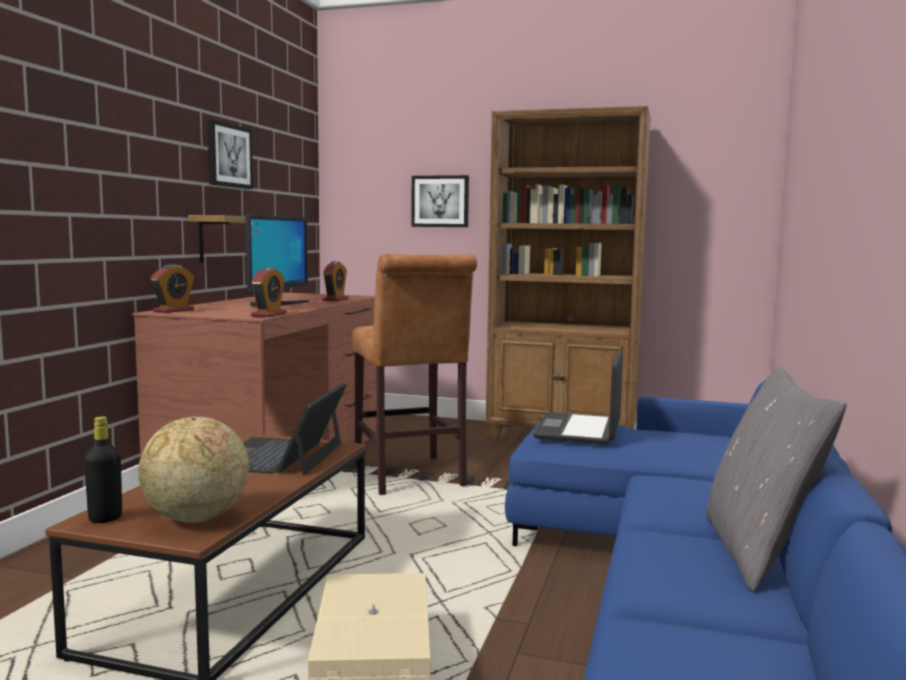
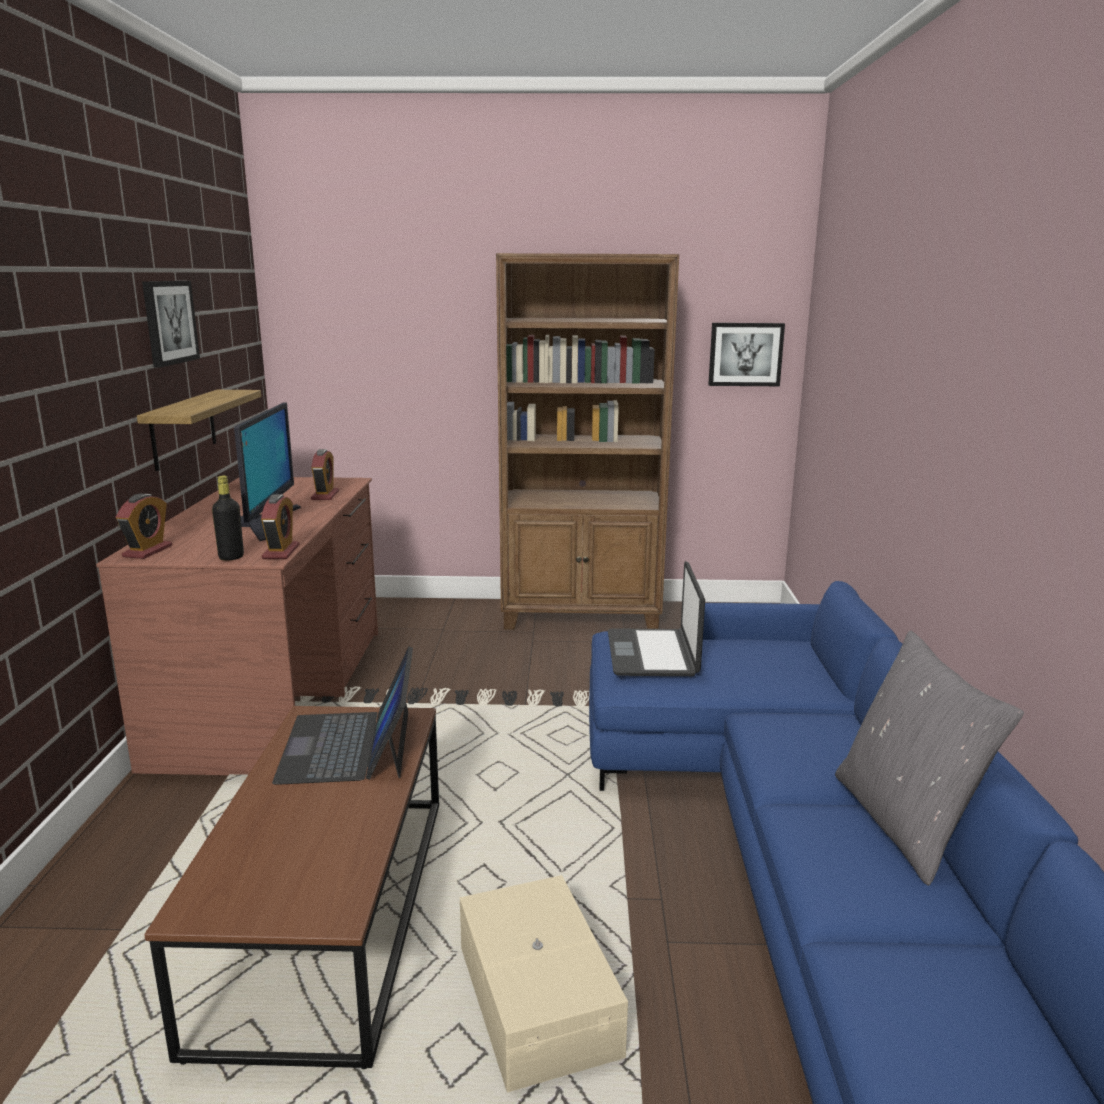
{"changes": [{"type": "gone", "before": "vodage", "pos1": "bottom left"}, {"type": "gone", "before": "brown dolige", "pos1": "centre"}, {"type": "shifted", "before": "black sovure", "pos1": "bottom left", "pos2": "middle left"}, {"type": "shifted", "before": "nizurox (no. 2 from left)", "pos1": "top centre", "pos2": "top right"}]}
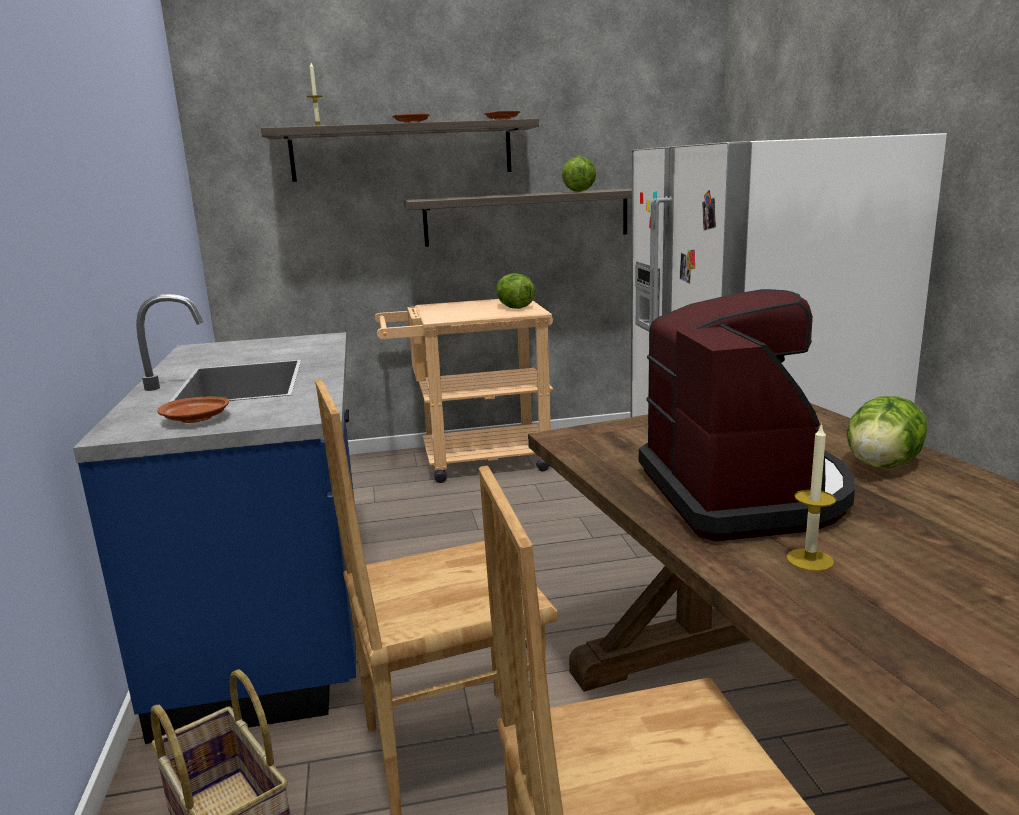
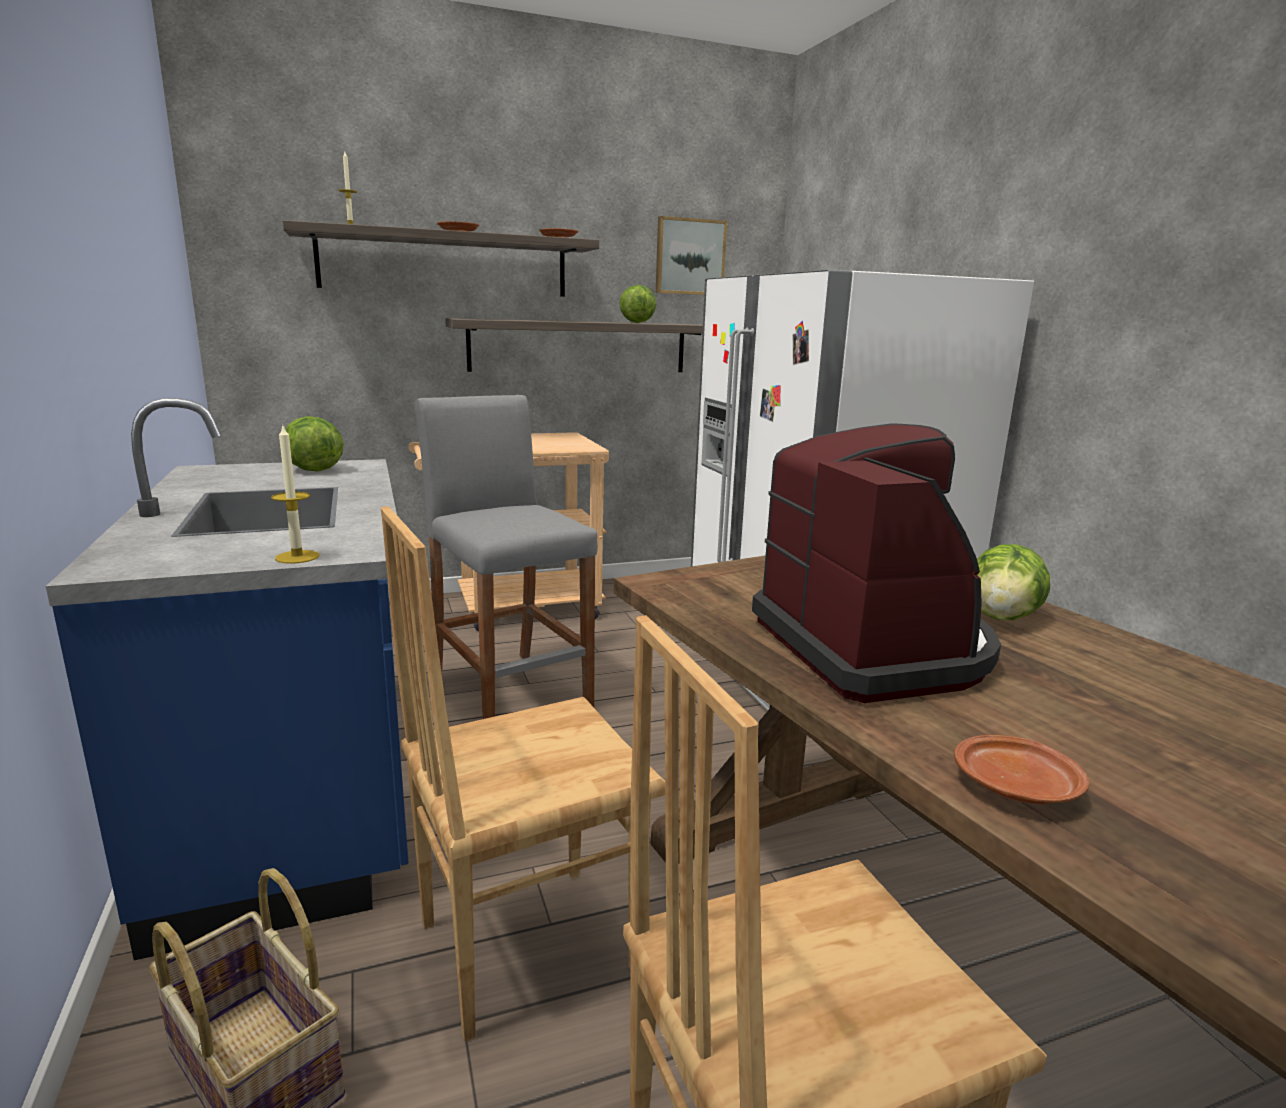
{"changes": [{"type": "new", "after": "grey dolige", "pos2": "centre"}, {"type": "new", "after": "nizurox", "pos2": "top centre"}, {"type": "shifted", "before": "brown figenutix (no. 1 from left in the first image)", "after": "brown figenutix (no. 3 from left)", "pos1": "middle left", "pos2": "bottom right"}, {"type": "shifted", "before": "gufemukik (no. 1 from left)", "pos1": "centre", "pos2": "middle left"}, {"type": "shifted", "before": "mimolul (no. 2 from left in the first image)", "after": "mimolul (no. 1 from left)", "pos1": "middle right", "pos2": "middle left"}]}
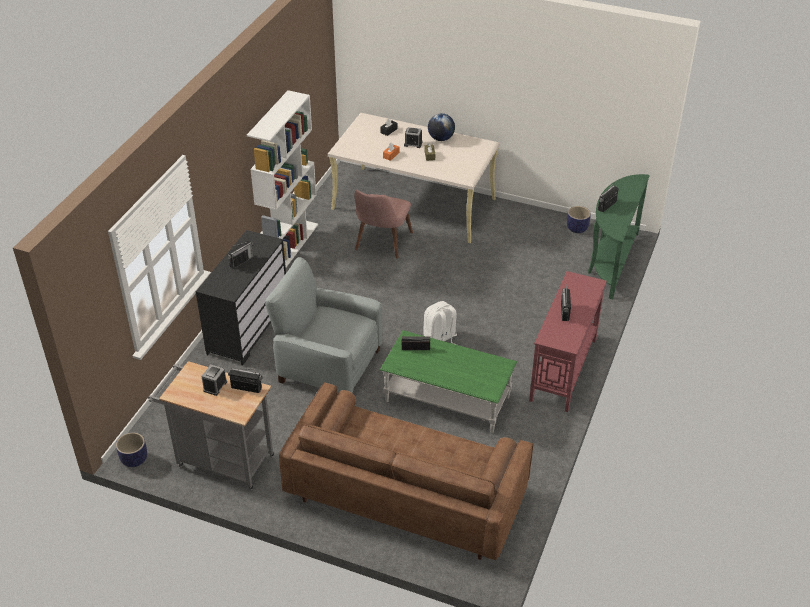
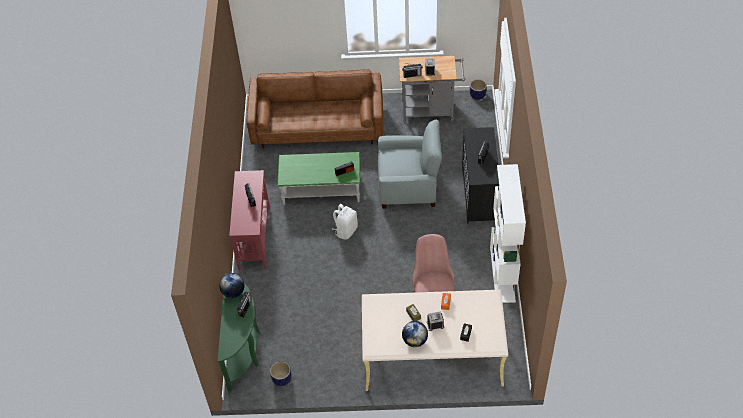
{"changes": [{"type": "new", "after": "vodage (no. 1 from left)", "pos2": "bottom left"}]}
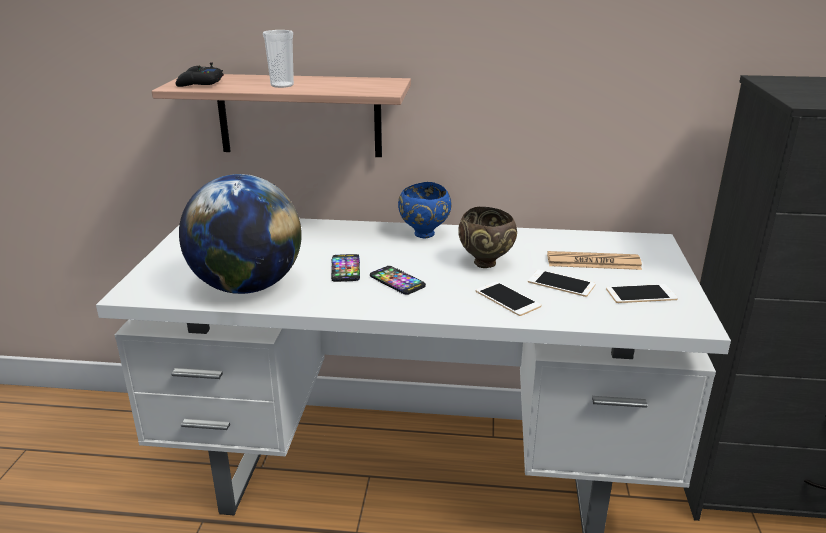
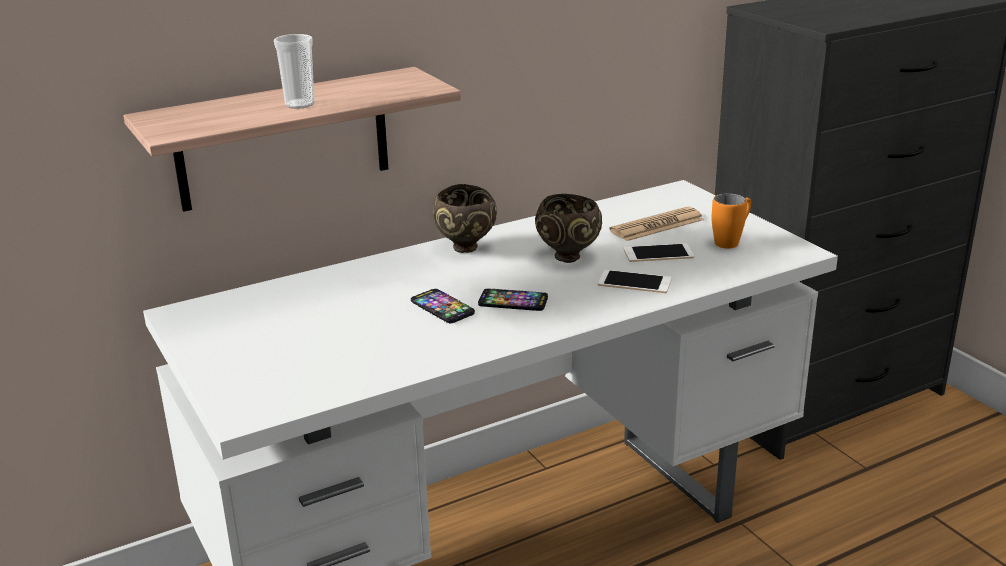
{"changes": [{"type": "gone", "before": "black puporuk", "pos1": "top left"}, {"type": "gone", "before": "vodage", "pos1": "middle left"}, {"type": "swapped", "before": "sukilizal (no. 5 from left)", "after": "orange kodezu", "pos1": "middle right", "pos2": "middle right"}, {"type": "repainted", "before": "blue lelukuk", "after": "brown lelukuk (no. 1 from left)", "pos1": "centre", "pos2": "centre"}]}
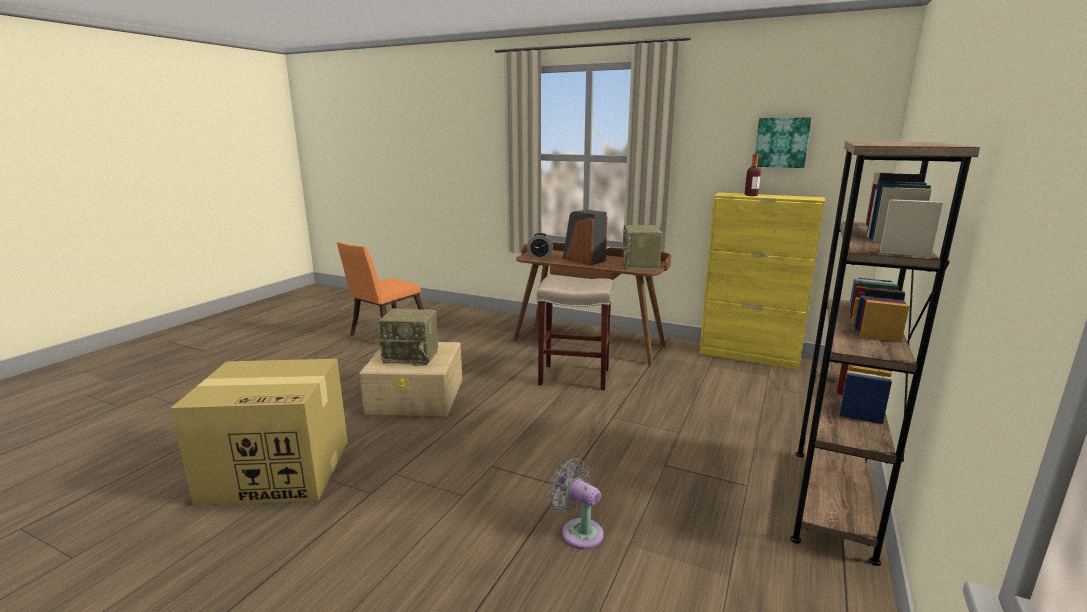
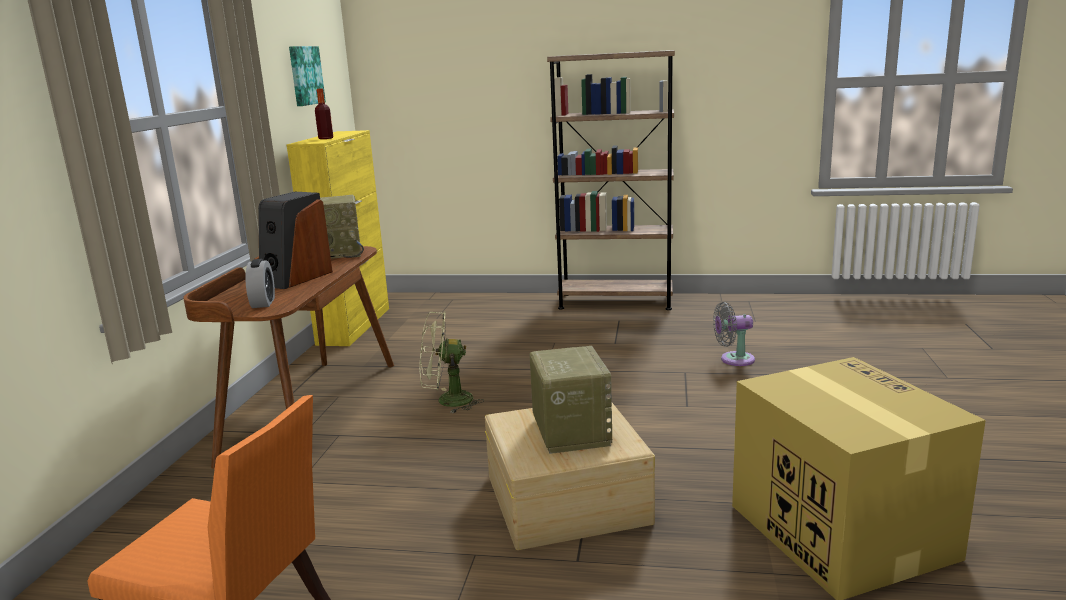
{"changes": [{"type": "swapped", "before": "beige dolige", "after": "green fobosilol", "pos1": "centre", "pos2": "centre"}, {"type": "rotated", "before": "grey fobosilol", "pos1": "bottom centre", "pos2": "middle right", "turn": 60}]}
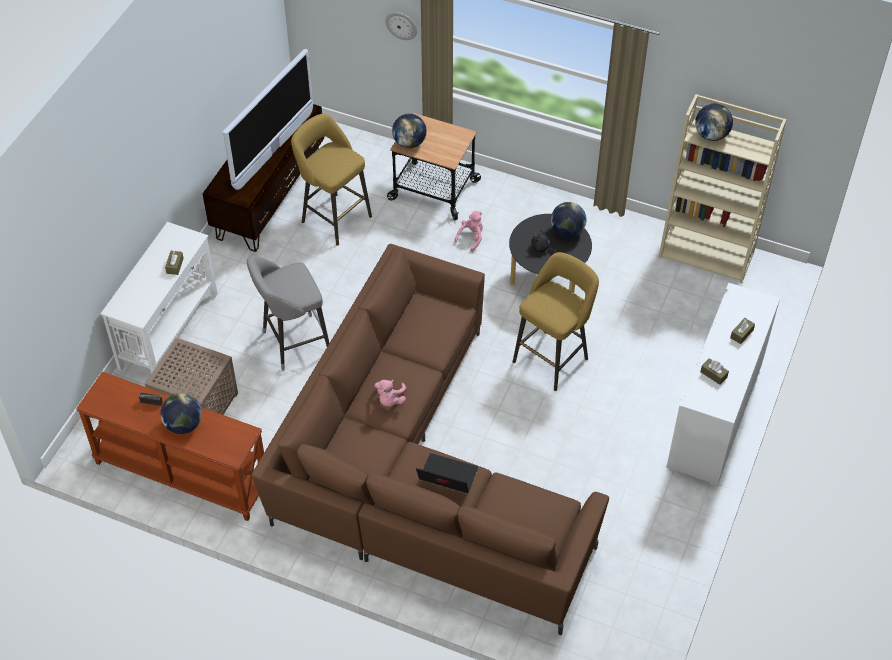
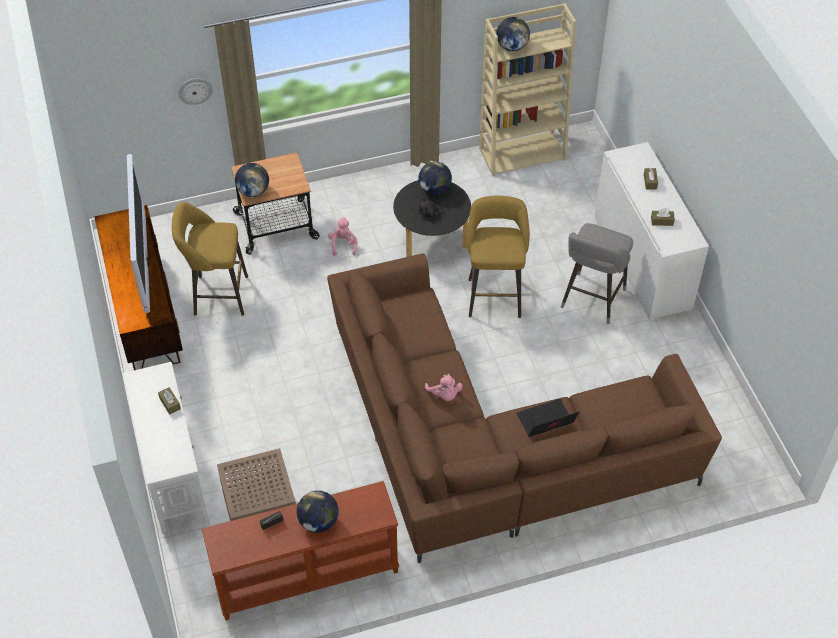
{"changes": [{"type": "shifted", "before": "grey dolige", "pos1": "middle left", "pos2": "middle right"}]}
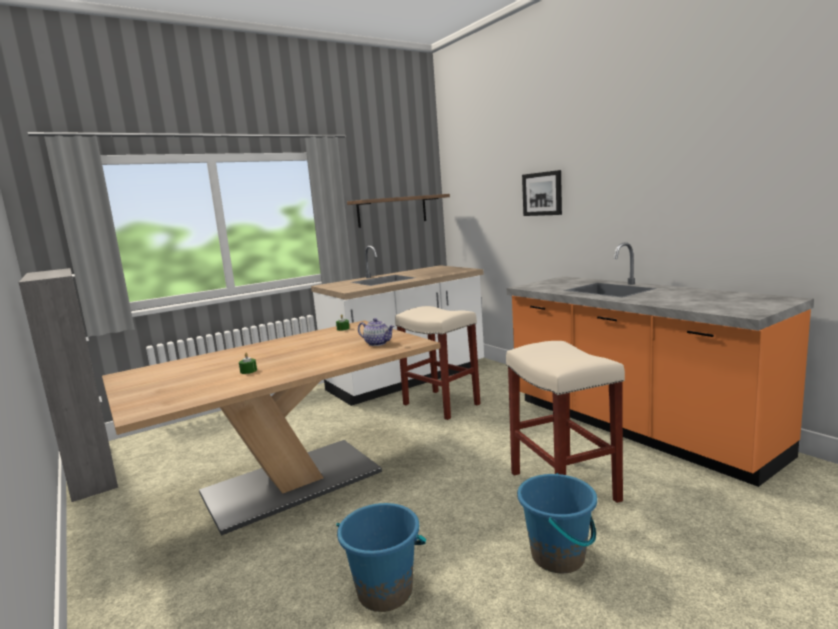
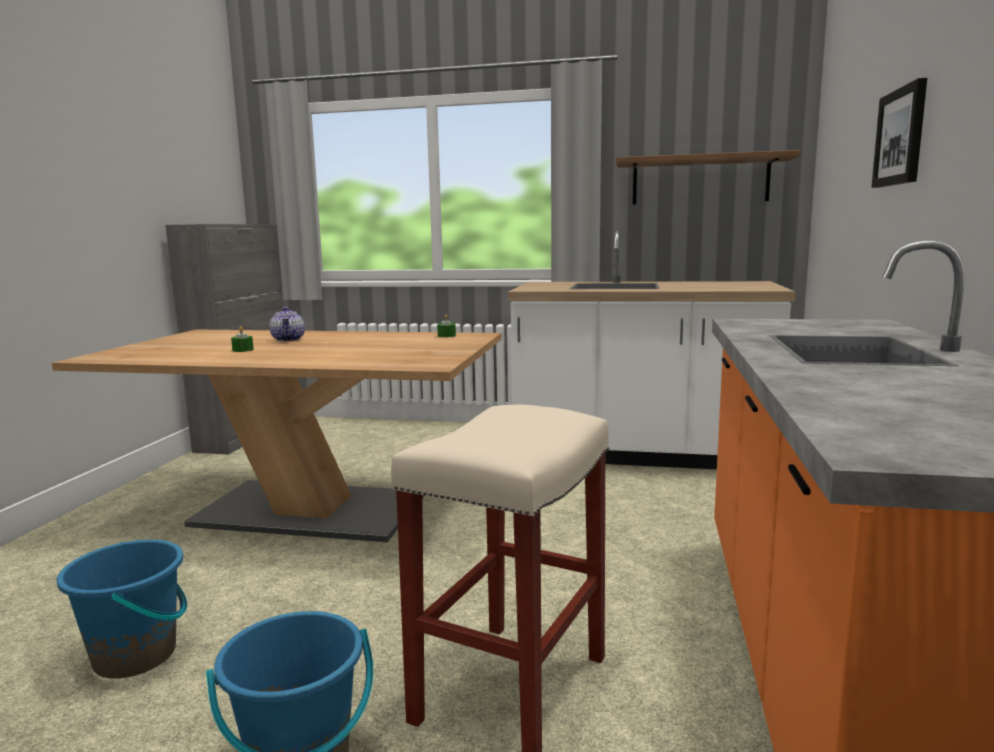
{"changes": [{"type": "gone", "before": "beige dolige (no. 1 from left)", "pos1": "centre"}, {"type": "shifted", "before": "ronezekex", "pos1": "centre", "pos2": "middle left"}]}
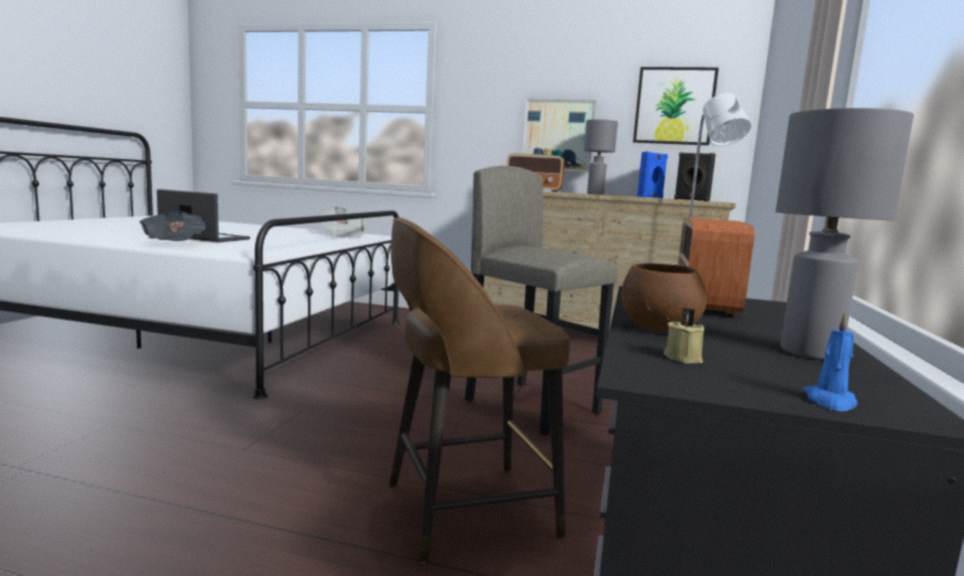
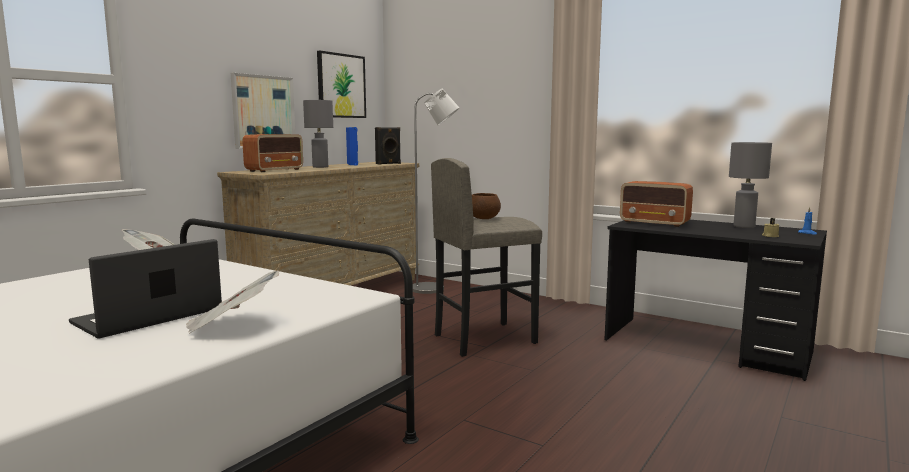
{"changes": [{"type": "gone", "before": "brown dolige", "pos1": "bottom centre"}, {"type": "shifted", "before": "brown lelukuk", "pos1": "middle right", "pos2": "centre"}]}
